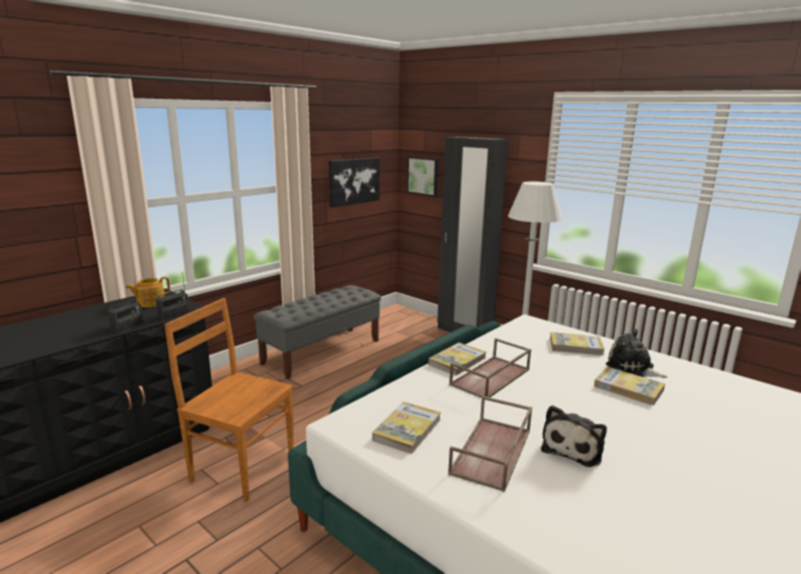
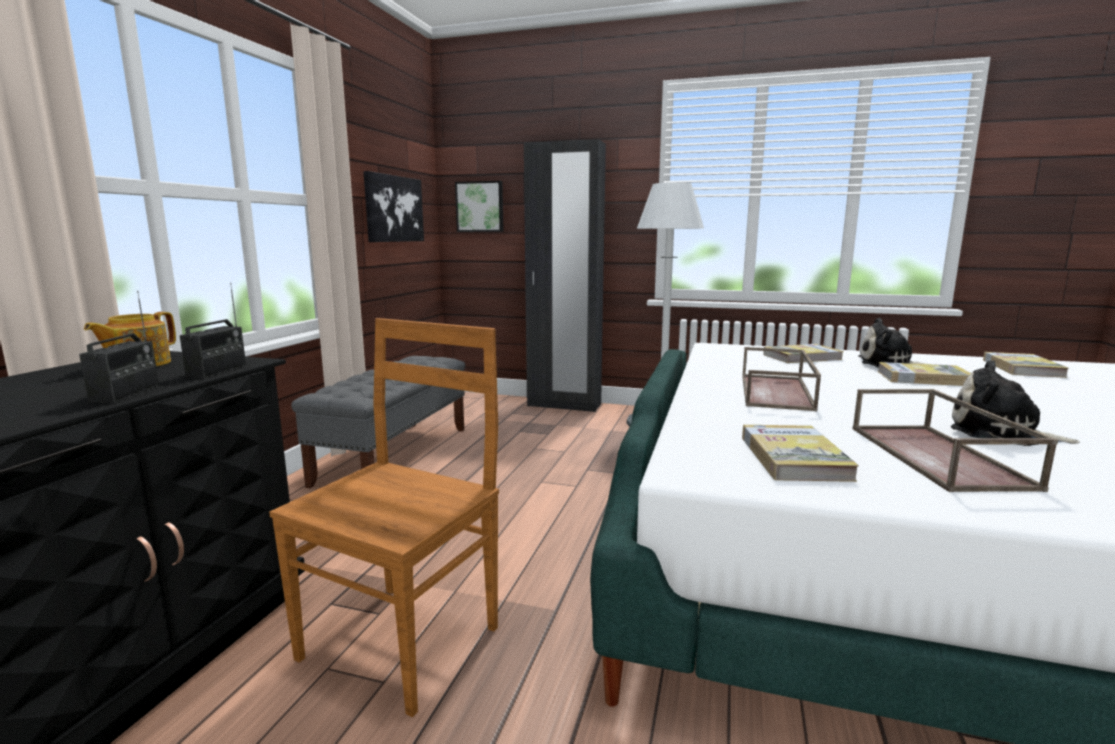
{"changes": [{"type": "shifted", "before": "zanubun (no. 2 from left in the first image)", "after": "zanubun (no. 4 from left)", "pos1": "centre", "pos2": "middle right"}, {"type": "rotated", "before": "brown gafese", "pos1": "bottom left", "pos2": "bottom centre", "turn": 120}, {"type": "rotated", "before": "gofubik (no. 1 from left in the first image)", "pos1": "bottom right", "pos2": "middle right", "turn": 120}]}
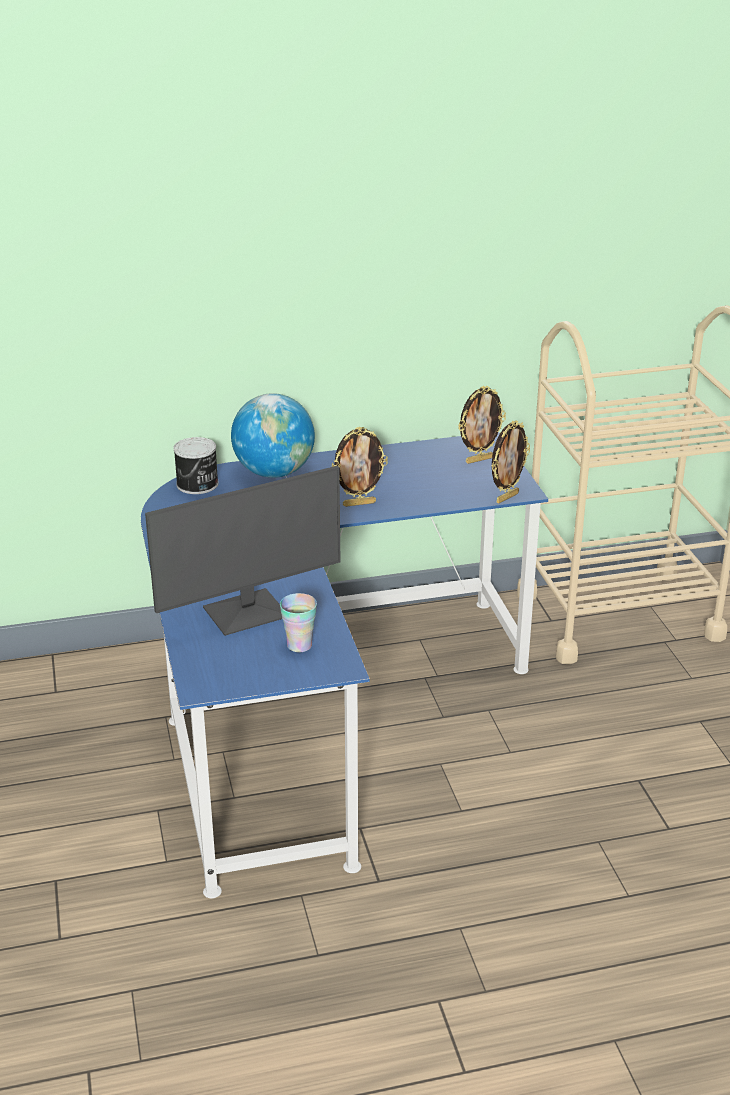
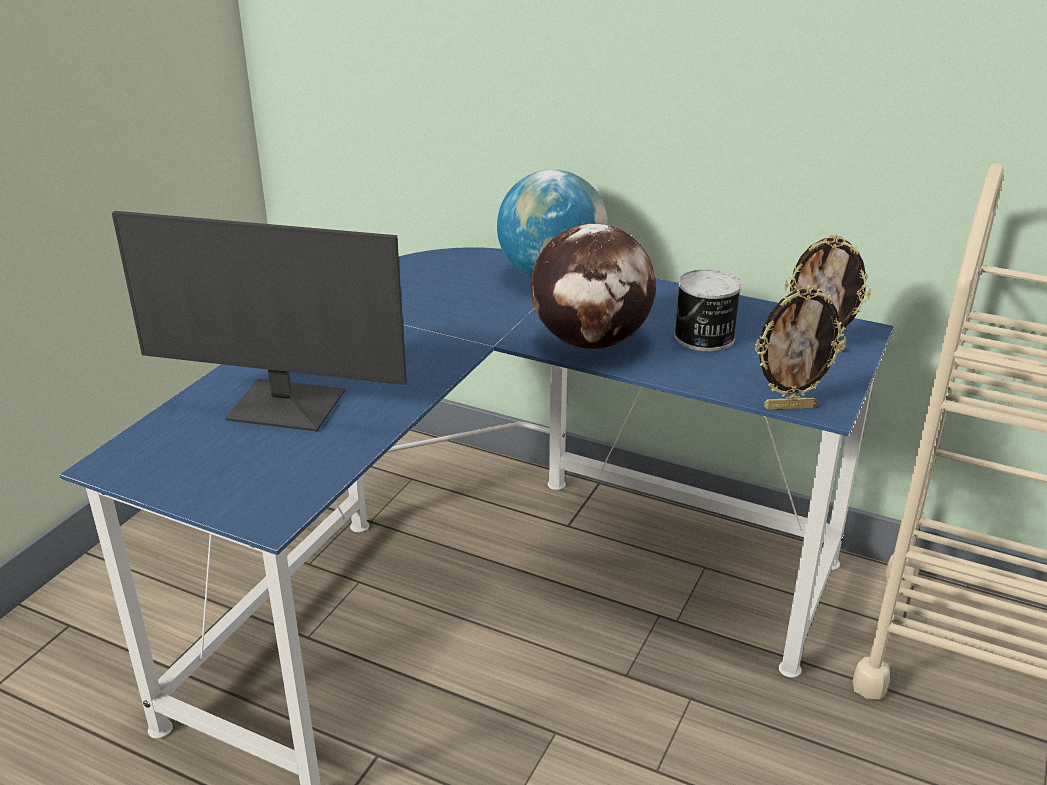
{"changes": [{"type": "gone", "before": "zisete", "pos1": "centre"}, {"type": "shifted", "before": "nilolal", "pos1": "middle left", "pos2": "middle right"}, {"type": "swapped", "before": "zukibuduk (no. 1 from left)", "after": "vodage (no. 2 from left)", "pos1": "centre", "pos2": "centre"}]}
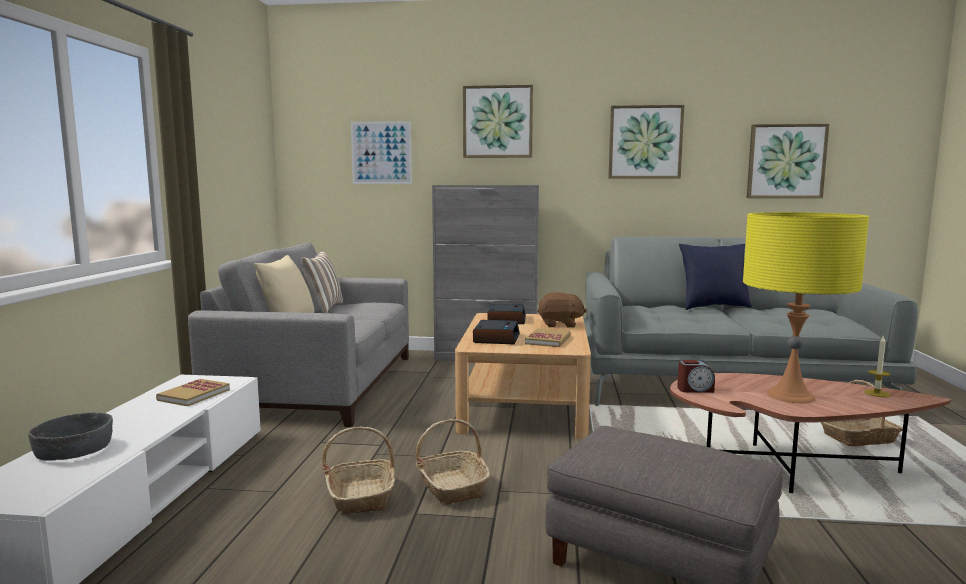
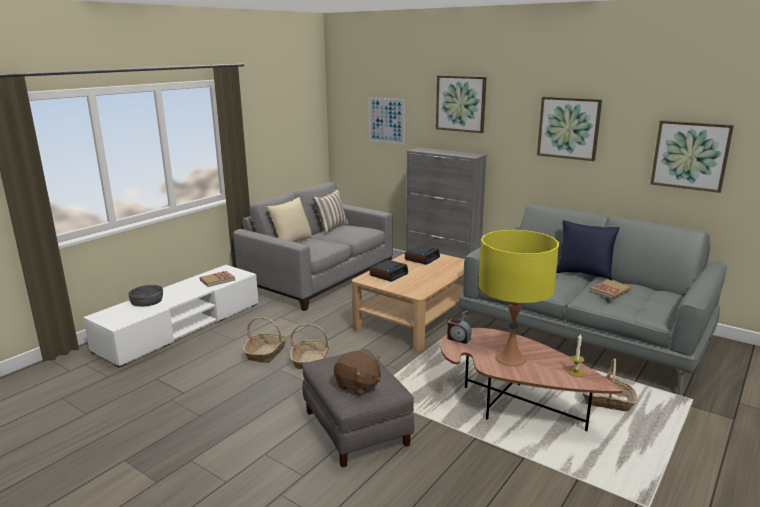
{"changes": [{"type": "shifted", "before": "zanubun (no. 2 from left)", "pos1": "centre", "pos2": "middle right"}, {"type": "shifted", "before": "brown gofubik", "pos1": "centre", "pos2": "bottom centre"}]}
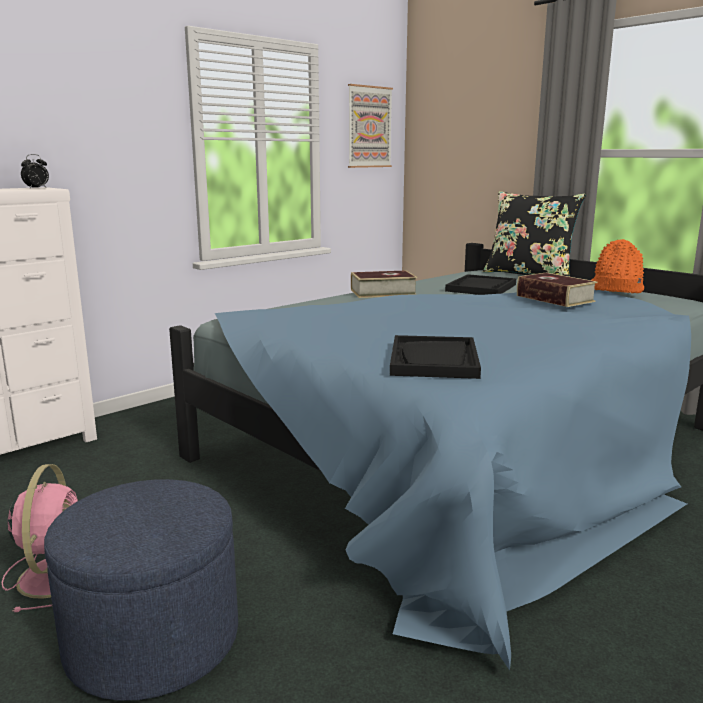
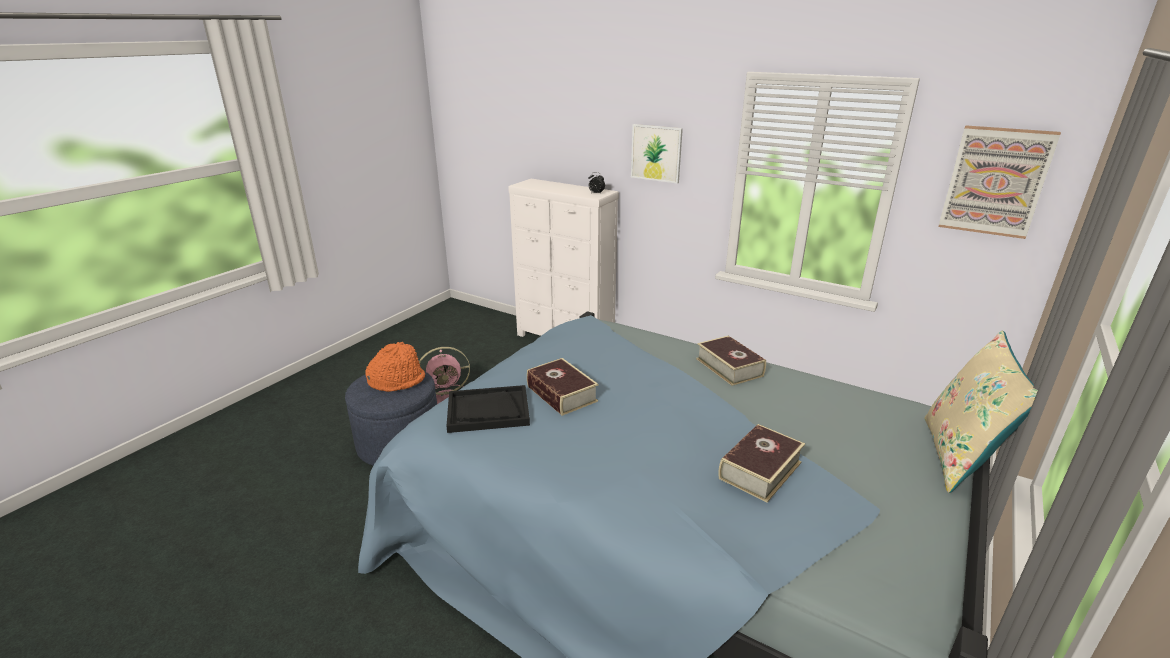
{"changes": [{"type": "gone", "before": "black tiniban (no. 2 from left)", "pos1": "middle right"}, {"type": "new", "after": "zanubun (no. 1 from left)", "pos2": "centre"}, {"type": "new", "after": "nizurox (no. 1 from left)", "pos2": "top centre"}, {"type": "shifted", "before": "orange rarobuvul", "pos1": "middle right", "pos2": "centre"}, {"type": "repainted", "before": "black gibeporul", "after": "beige gibeporul", "pos1": "top right", "pos2": "middle right"}]}
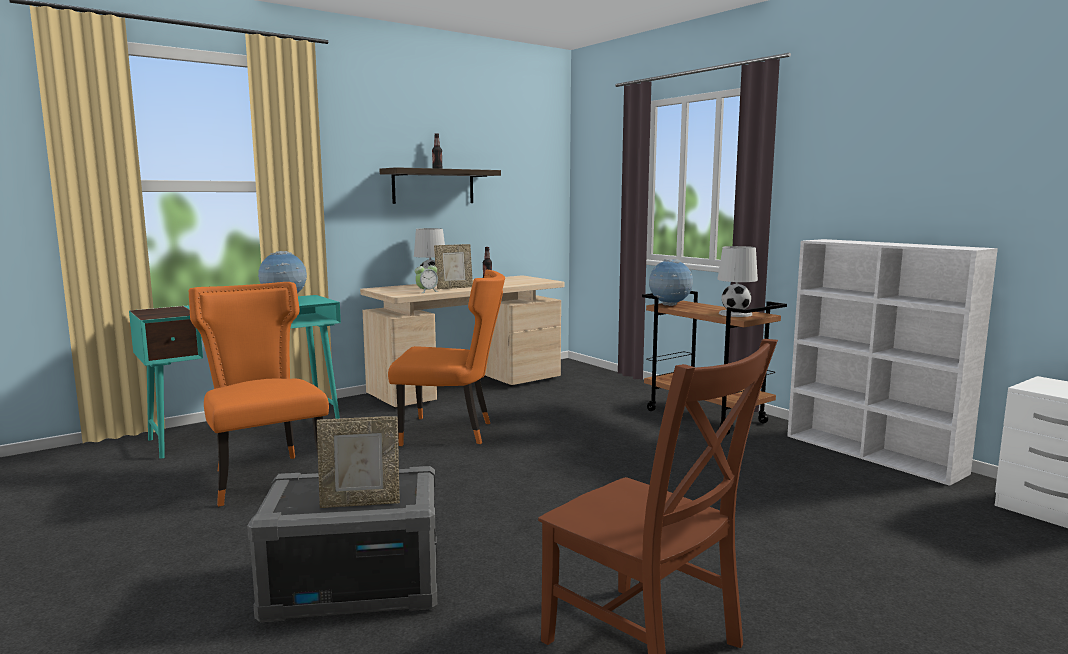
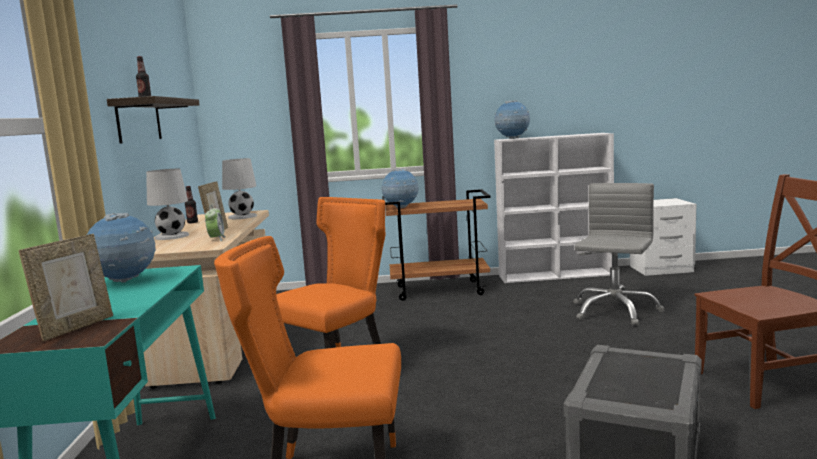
{"changes": [{"type": "new", "after": "vodage (no. 3 from left)", "pos2": "top centre"}, {"type": "new", "after": "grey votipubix", "pos2": "middle right"}, {"type": "shifted", "before": "zukibuduk (no. 1 from left)", "pos1": "bottom centre", "pos2": "middle left"}, {"type": "shifted", "before": "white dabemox (no. 2 from left)", "pos1": "middle right", "pos2": "middle left"}]}
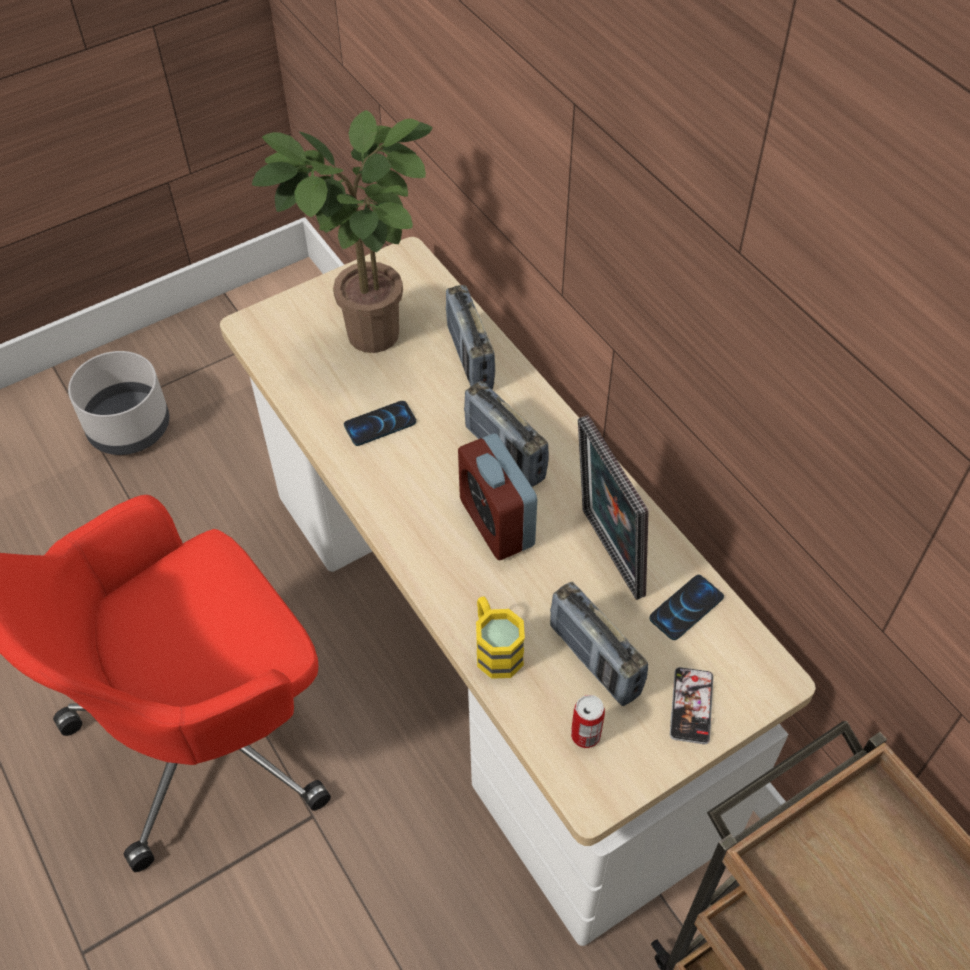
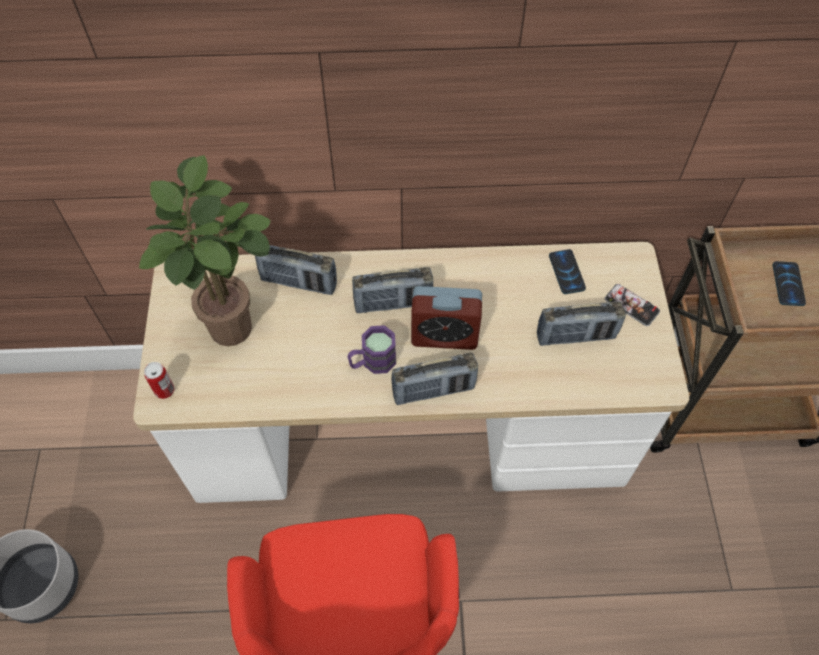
{"changes": [{"type": "gone", "before": "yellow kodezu", "pos1": "centre"}, {"type": "gone", "before": "zukibuduk", "pos1": "centre"}, {"type": "new", "after": "purple kodezu", "pos2": "centre"}, {"type": "new", "after": "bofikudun (no. 3 from left)", "pos2": "centre"}, {"type": "shifted", "before": "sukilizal (no. 1 from left in the first image)", "after": "sukilizal (no. 3 from left)", "pos1": "centre", "pos2": "middle right"}, {"type": "shifted", "before": "nilolal", "pos1": "bottom centre", "pos2": "middle left"}]}
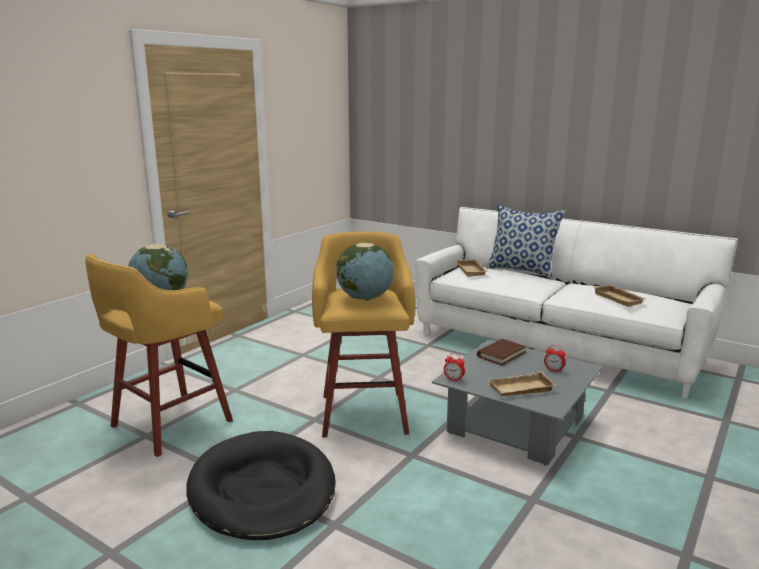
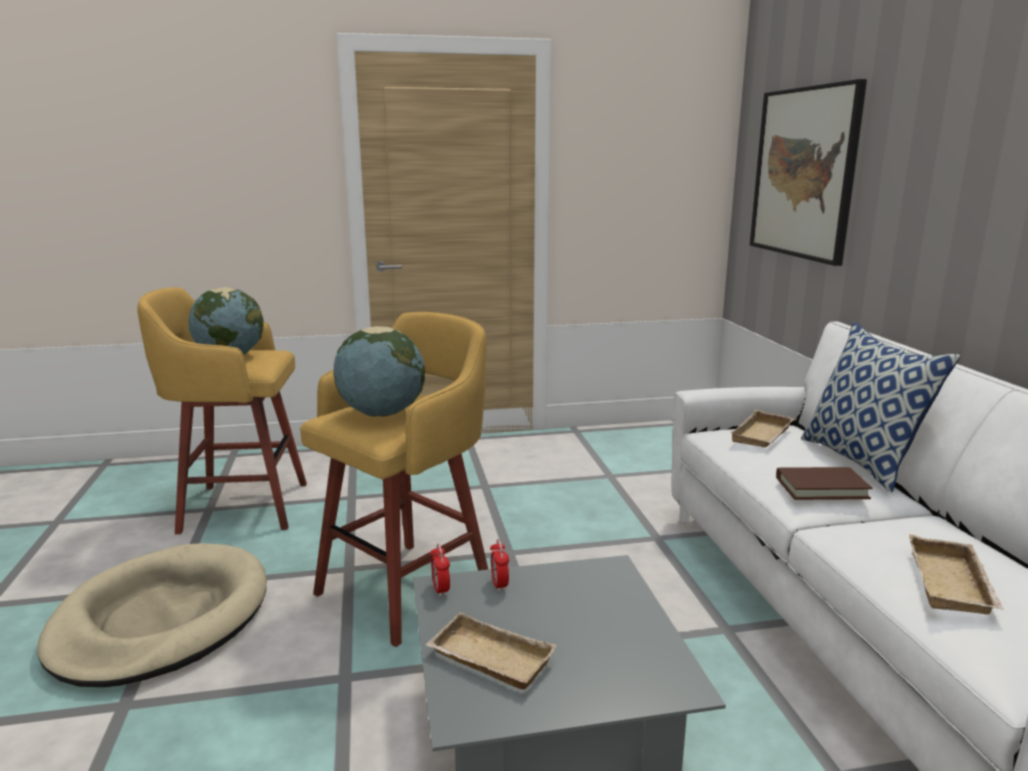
{"changes": [{"type": "new", "after": "nizurox", "pos2": "top right"}, {"type": "shifted", "before": "brown zanubun", "pos1": "centre", "pos2": "middle right"}, {"type": "shifted", "before": "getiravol (no. 2 from left)", "pos1": "middle right", "pos2": "bottom centre"}, {"type": "repainted", "before": "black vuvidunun", "after": "beige vuvidunun", "pos1": "bottom centre", "pos2": "bottom left"}]}
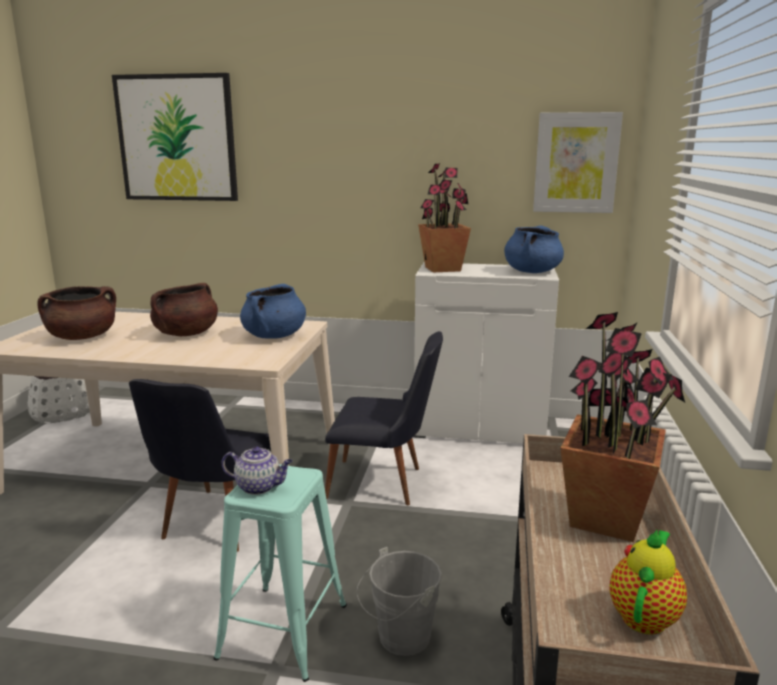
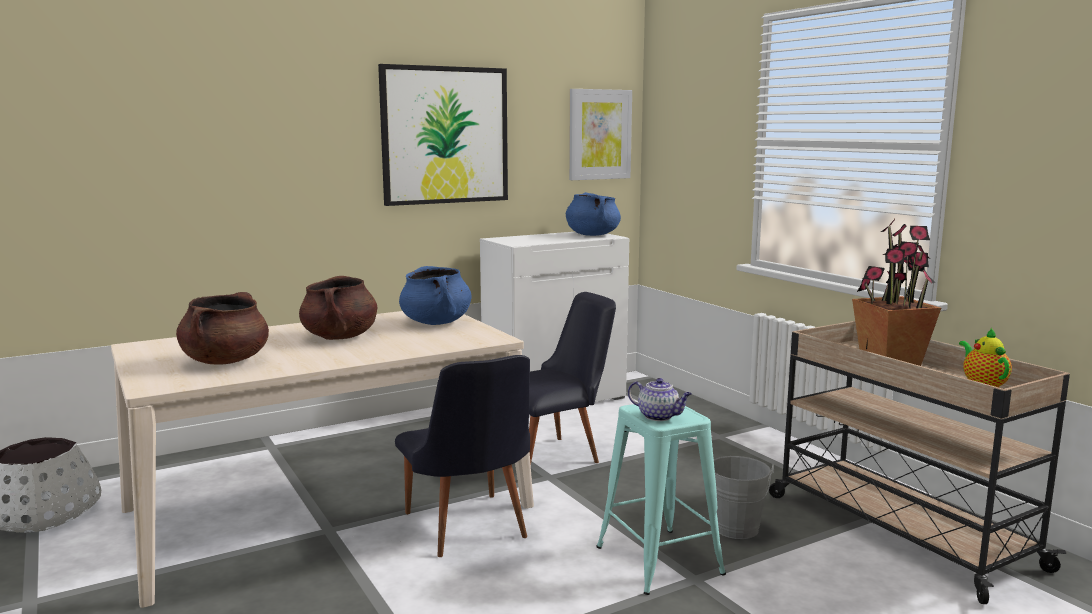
{"changes": [{"type": "gone", "before": "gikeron (no. 1 from left)", "pos1": "top centre"}, {"type": "shifted", "before": "nizurox (no. 1 from left)", "pos1": "top left", "pos2": "top centre"}, {"type": "rotated", "before": "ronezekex (no. 1 from left)", "pos1": "bottom left", "pos2": "centre", "turn": 60}]}
